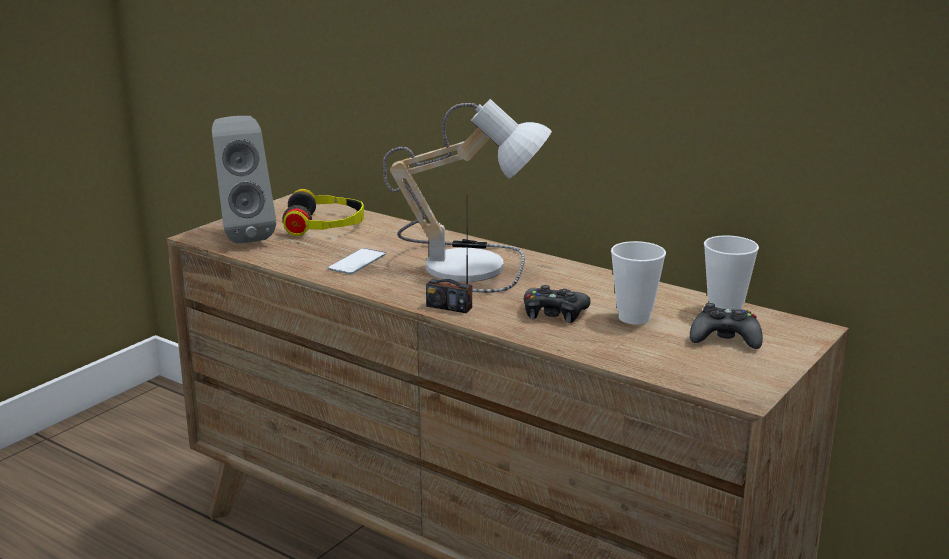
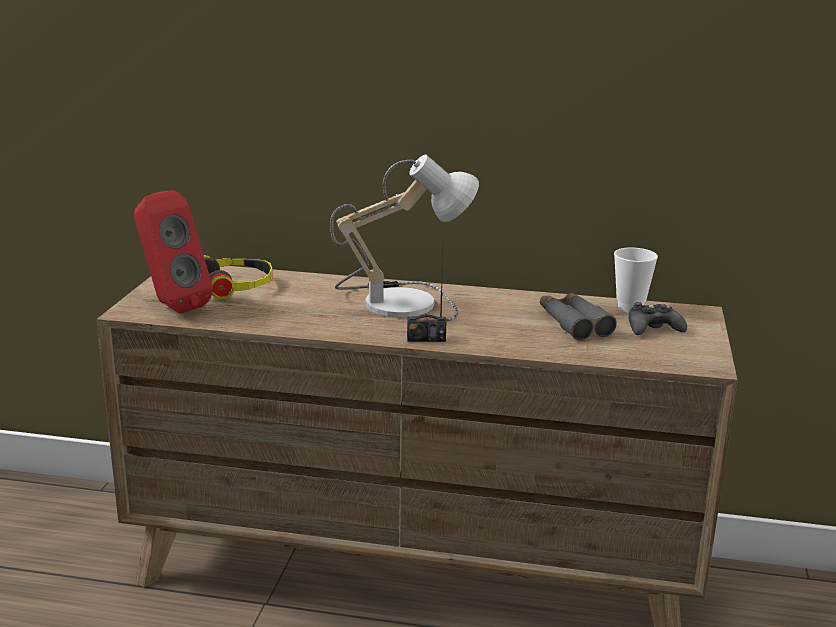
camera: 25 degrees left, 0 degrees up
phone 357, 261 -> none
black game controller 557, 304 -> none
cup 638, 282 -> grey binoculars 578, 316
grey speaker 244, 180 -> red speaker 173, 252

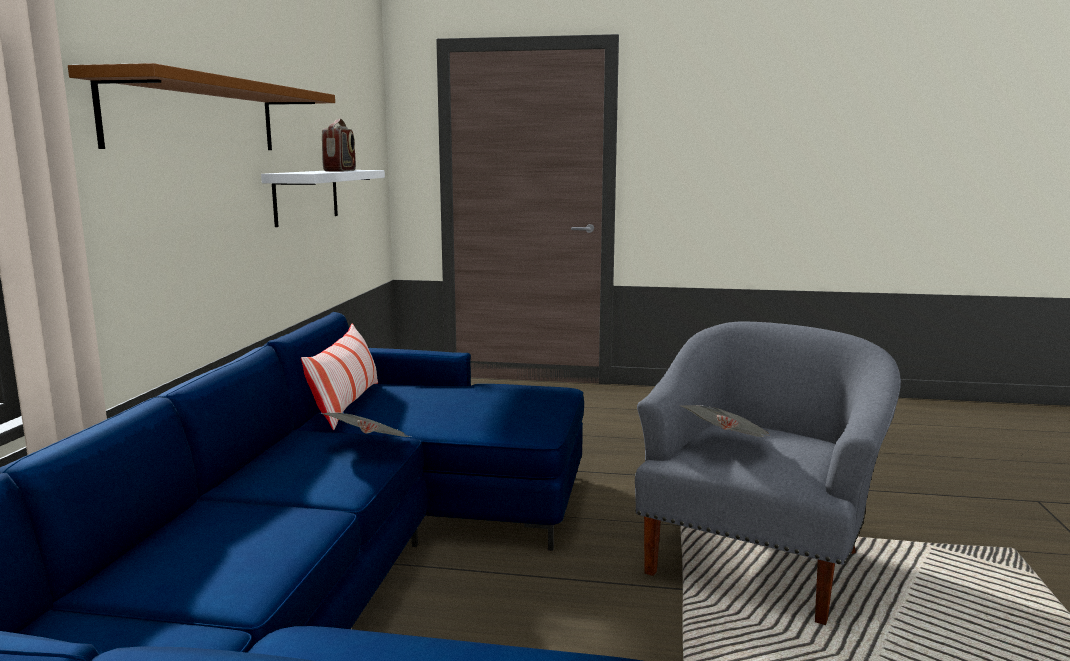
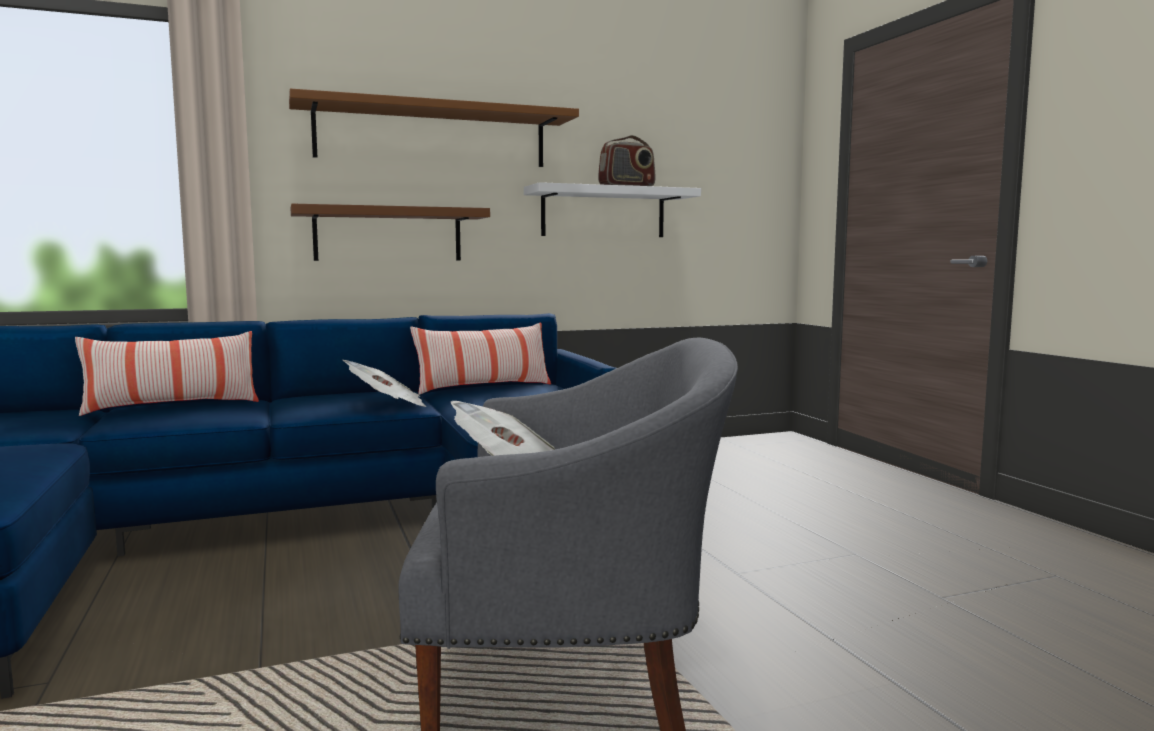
camera: 60 degrees right, 5 degrees down
none -> pillow 167, 373
none -> brown shelf 390, 232

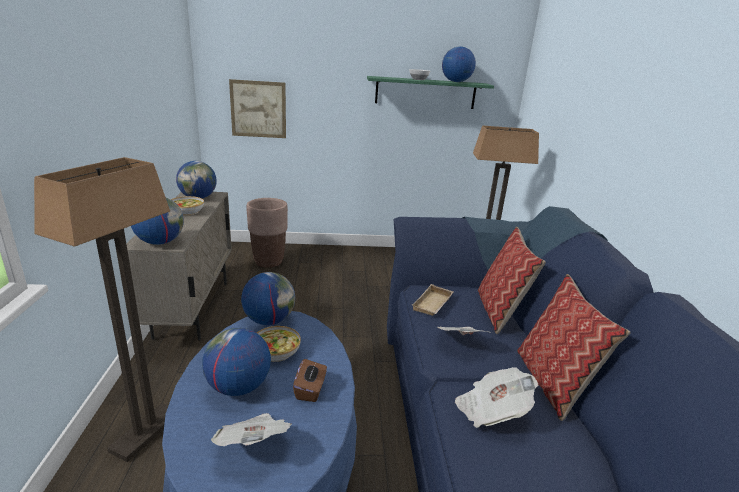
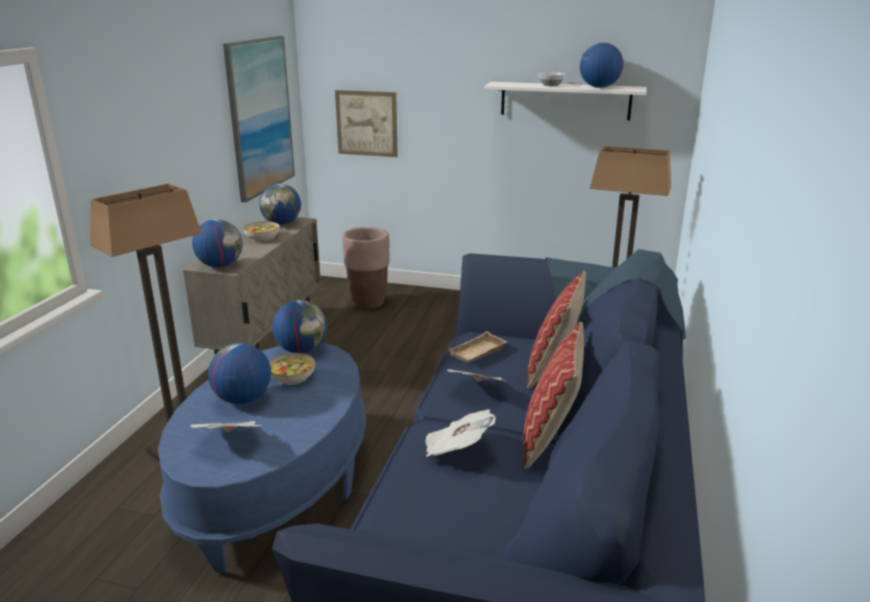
camera: 20 degrees right, 0 degrees up
brown tissue box 310, 380 -> none
none -> picture 259, 119
green shelf 430, 92 -> white shelf 565, 101

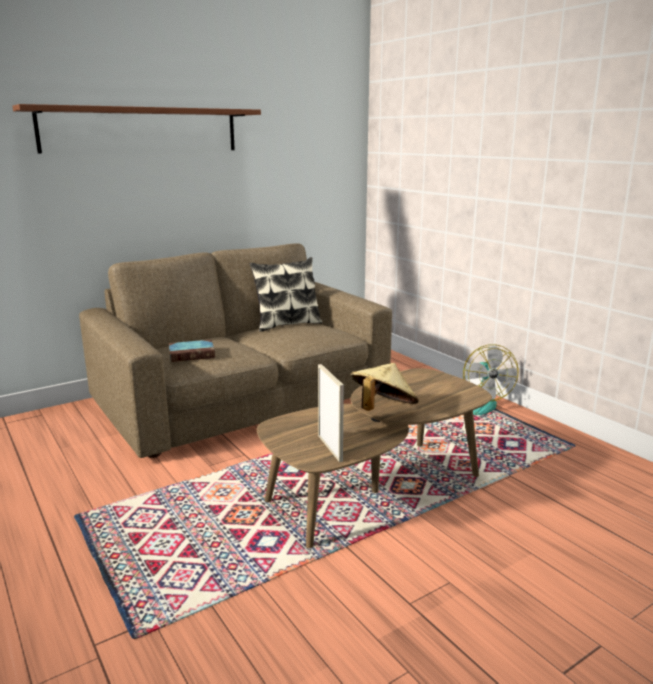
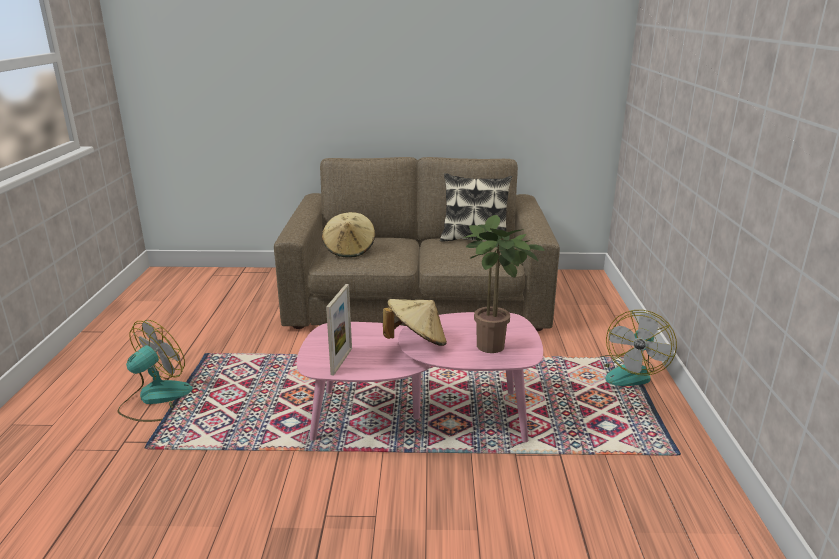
camera: 35 degrees right, 5 degrees up
brown shelf 136, 128 -> none
none -> fan 155, 371
none -> potted plant 504, 284
book 192, 351 -> beige hat 348, 235
brown coffee table 374, 458 -> pink coffee table 420, 377

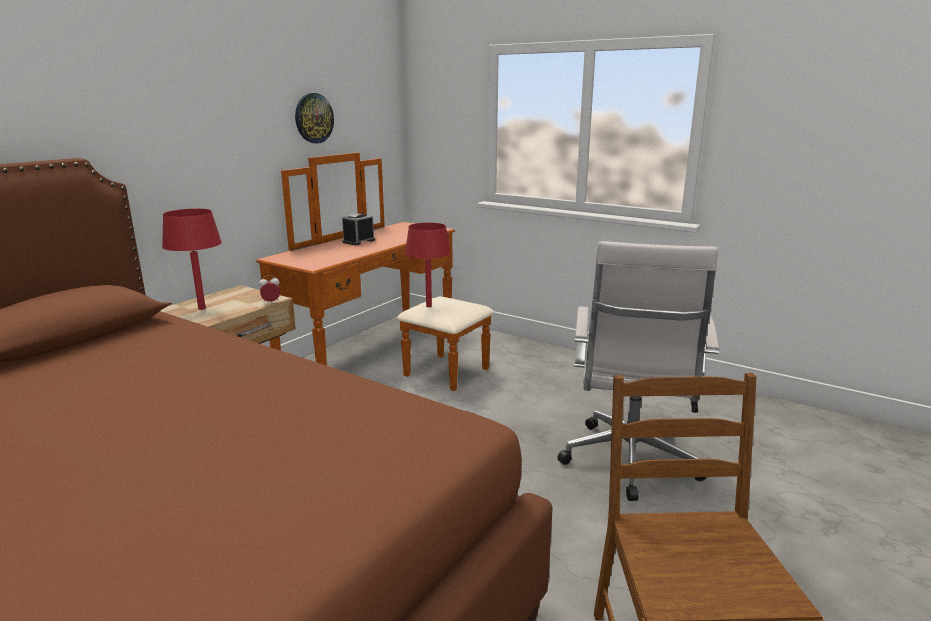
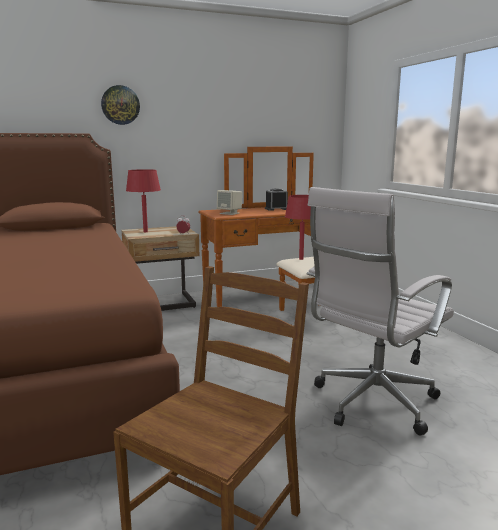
camera: 35 degrees right, 5 degrees down
none -> beige speaker 229, 202
wall clock 314, 118 -> wall clock 120, 105, move

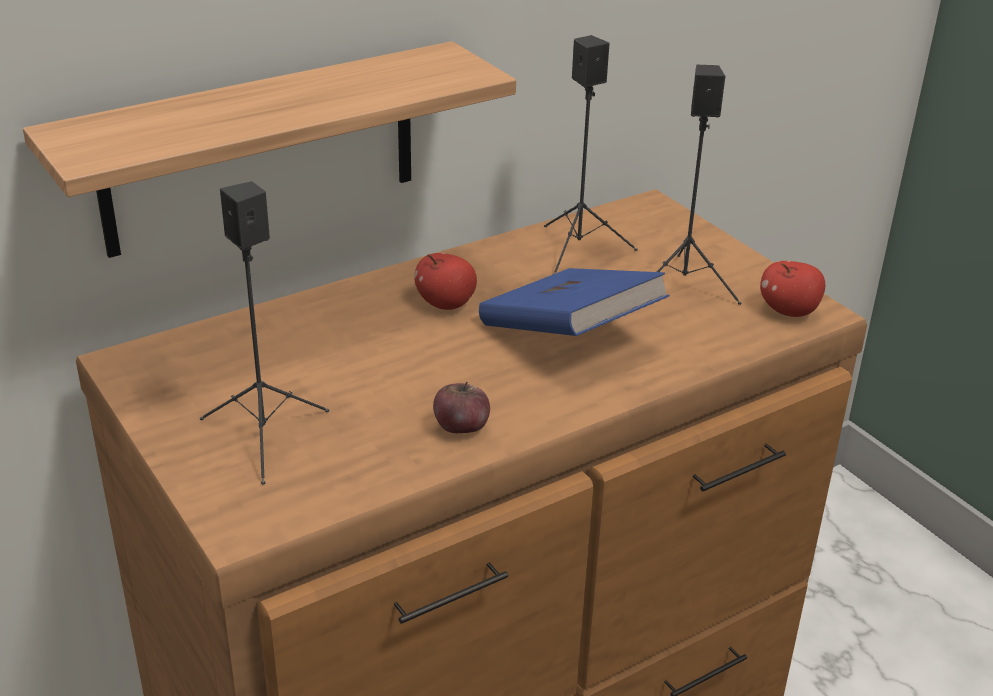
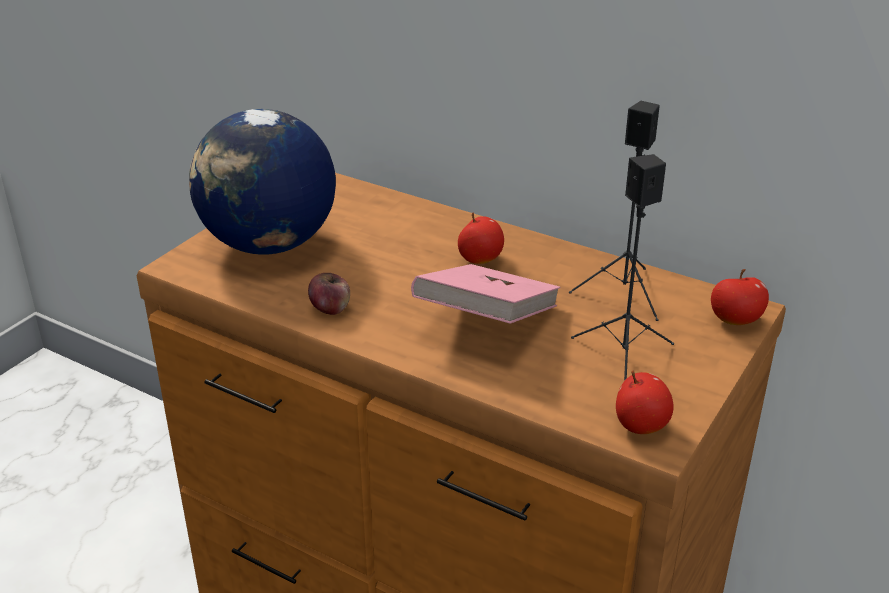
camera: 65 degrees right, 0 degrees up
shelf 269, 149 -> none
none -> apple 740, 297
black speaker 264, 333 -> globe 262, 182
blue book 574, 302 -> pink book 486, 294

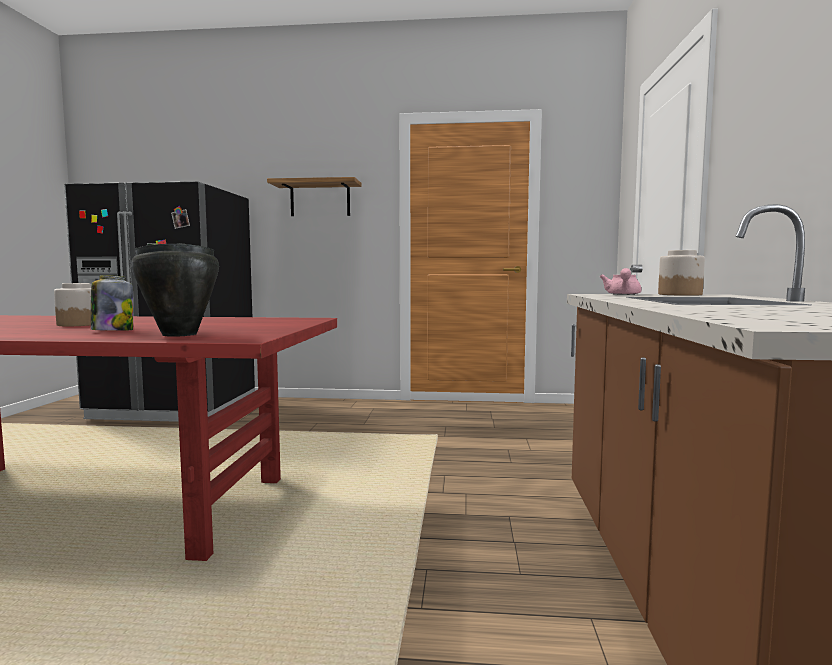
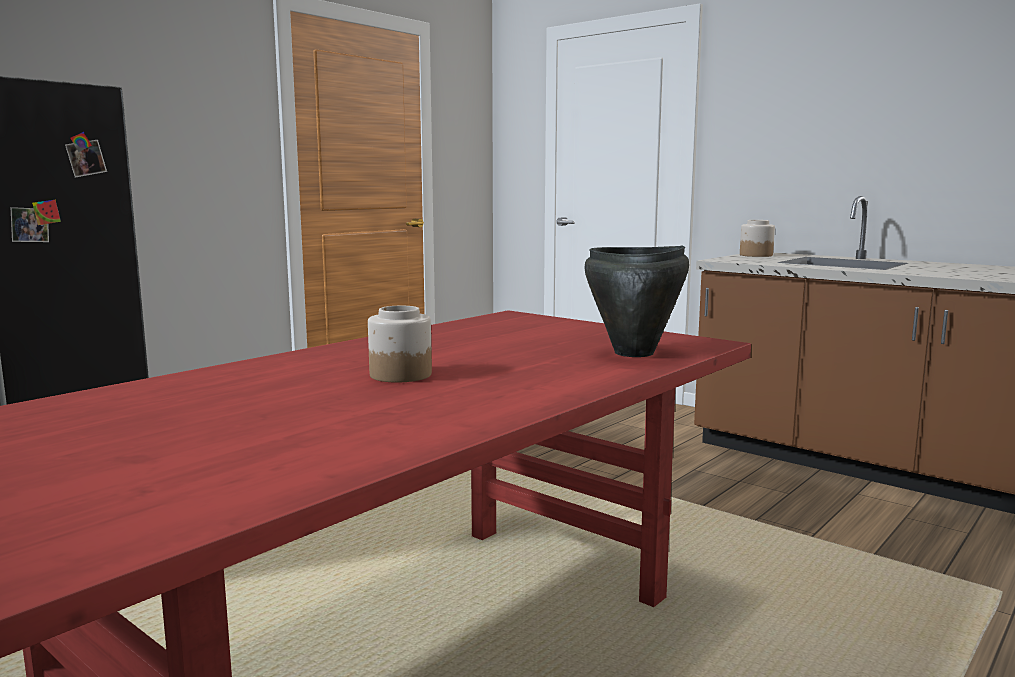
camera: 55 degrees left, 5 degrees up
jar 112, 303 -> none
shelf 314, 196 -> none
pink teapot 621, 281 -> none

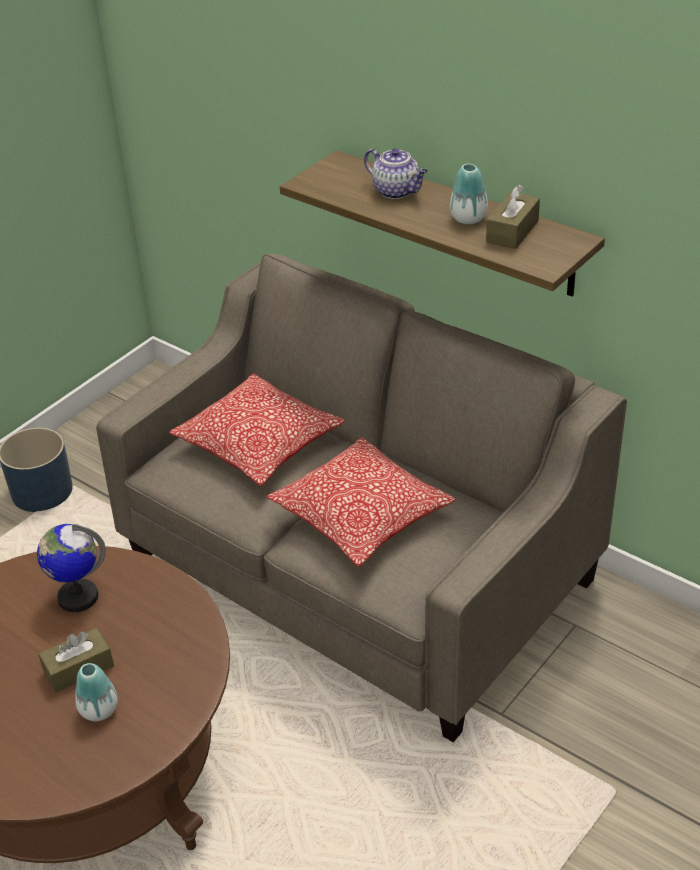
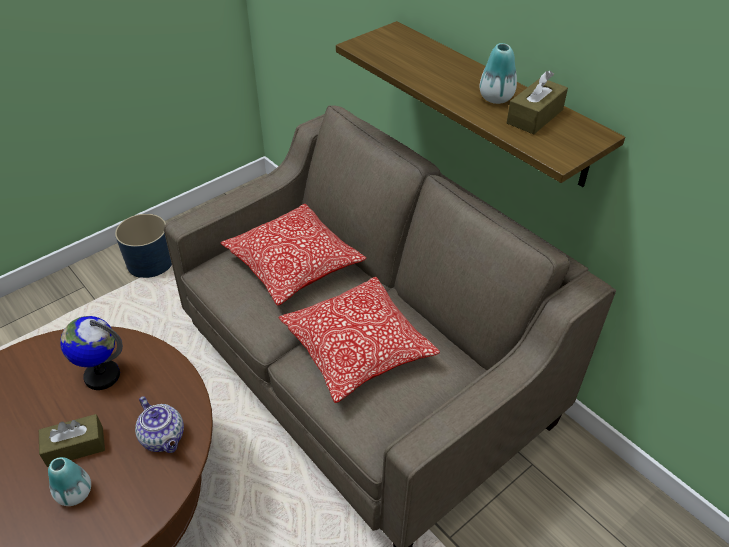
camera: 10 degrees right, 5 degrees up
teapot 396, 173 -> teapot 159, 424, move

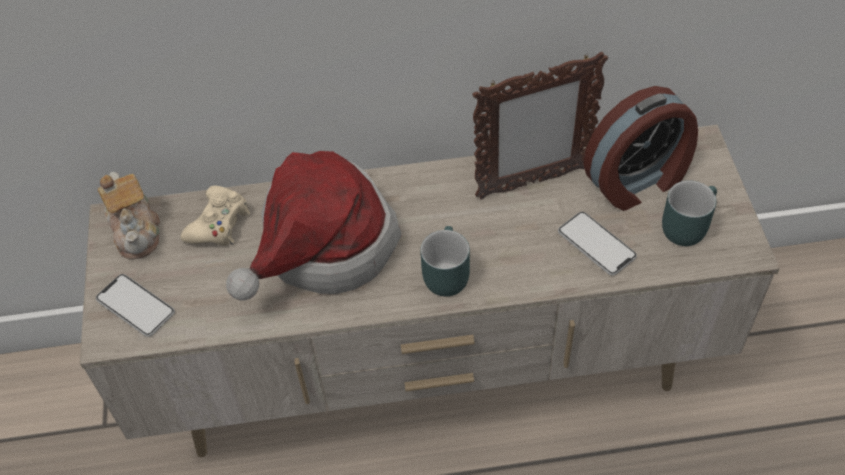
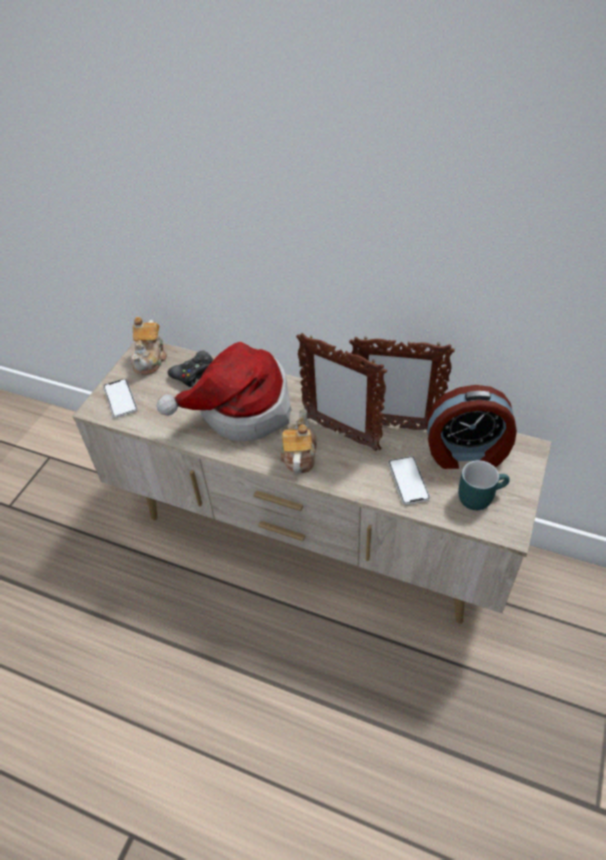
camera: 30 degrees right, 5 degrees down
none -> picture frame 341, 392
turquoise mug 445, 261 -> teapot 299, 441
beige game controller 215, 216 -> black game controller 190, 368

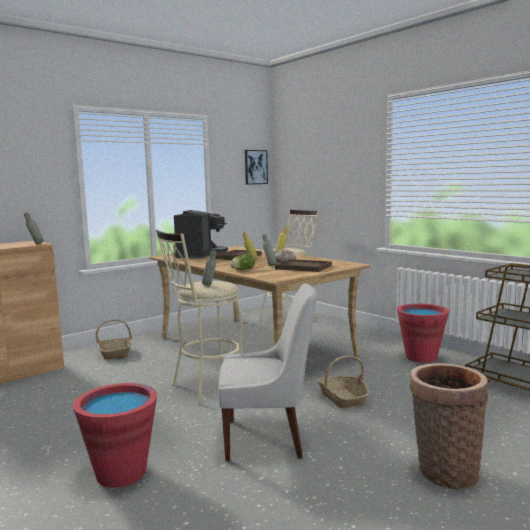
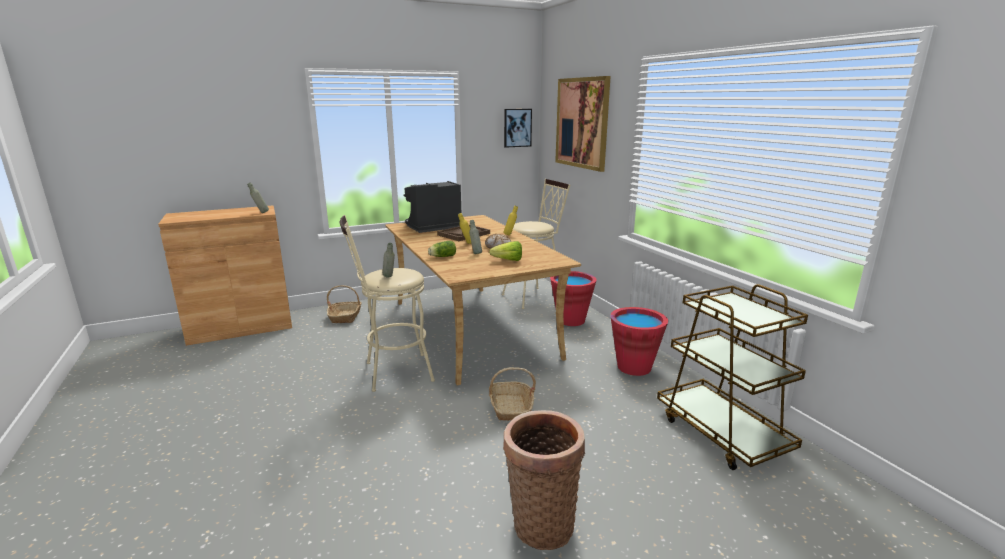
camera: 15 degrees right, 10 degrees up
white chair 267, 372 -> none
none -> picture 583, 124
red bucket 115, 435 -> red bucket 573, 298, move
brown tray 303, 265 -> lettuce 505, 251
coffee machine 200, 234 -> coffee machine 432, 207, 150 degrees counterclockwise

